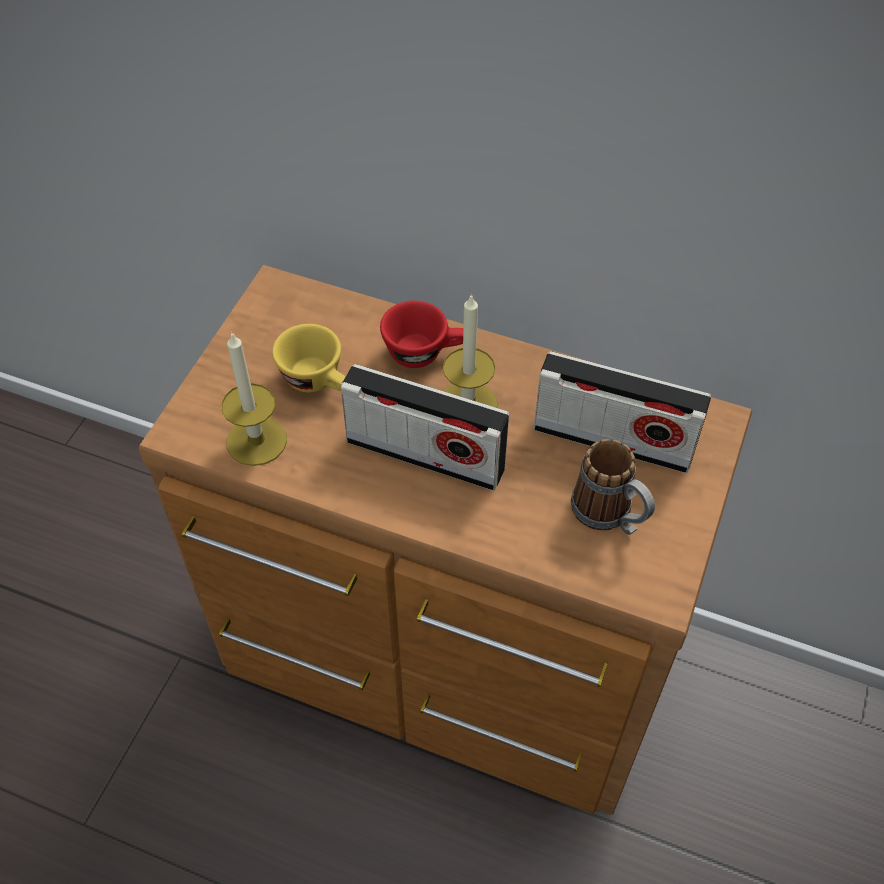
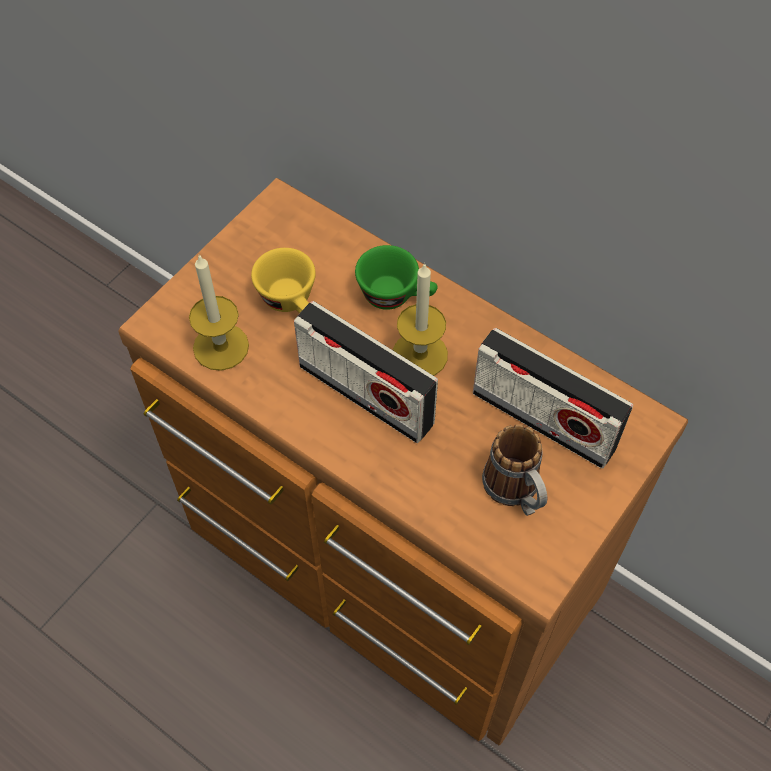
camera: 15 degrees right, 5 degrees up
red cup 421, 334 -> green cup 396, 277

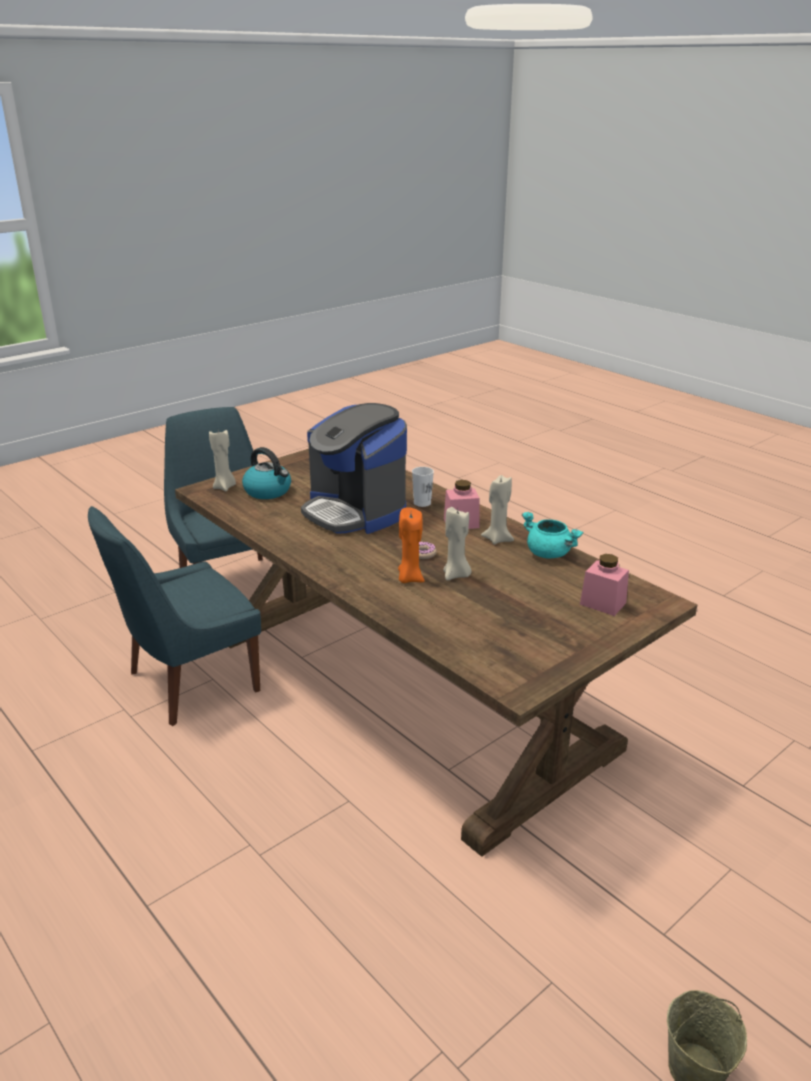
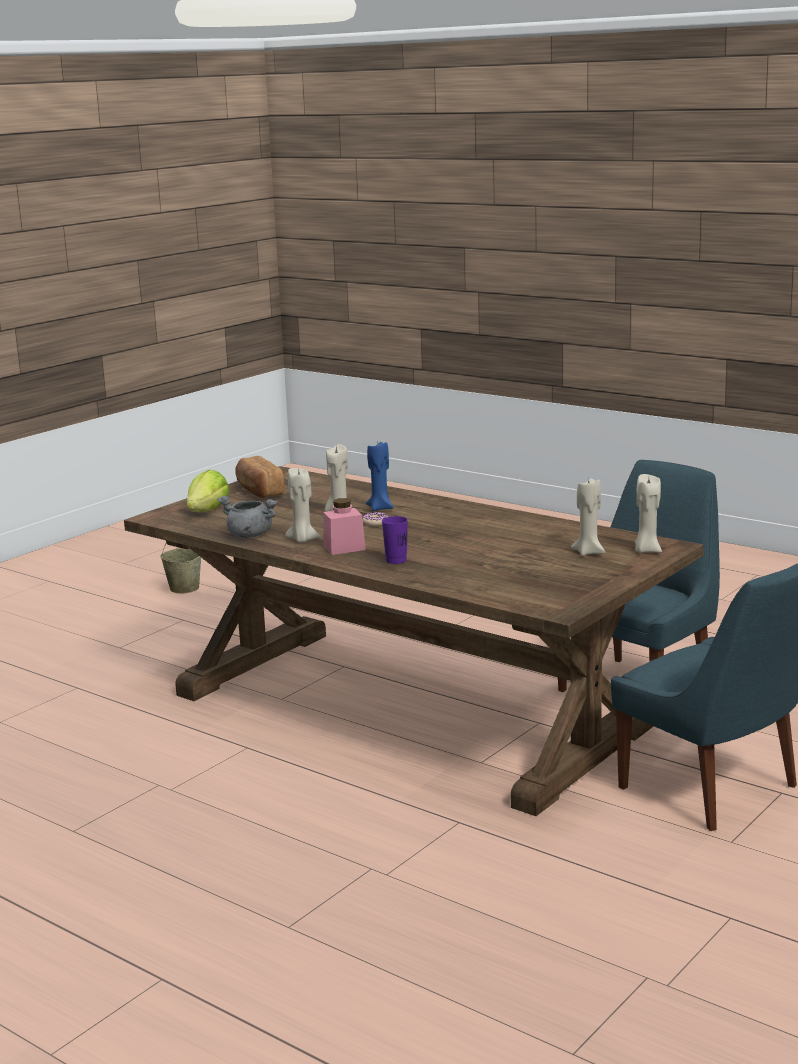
camera: 170 degrees right, 10 degrees down
coffee machine 354, 468 -> none
none -> bread 259, 477
kettle 266, 473 -> beige candle 588, 517
pink jar 604, 585 -> lettuce 208, 491
orange candle 411, 545 -> blue candle 380, 476
white cup 423, 487 -> purple cup 395, 540
turquoise cooking pot 553, 535 -> grey cooking pot 248, 517

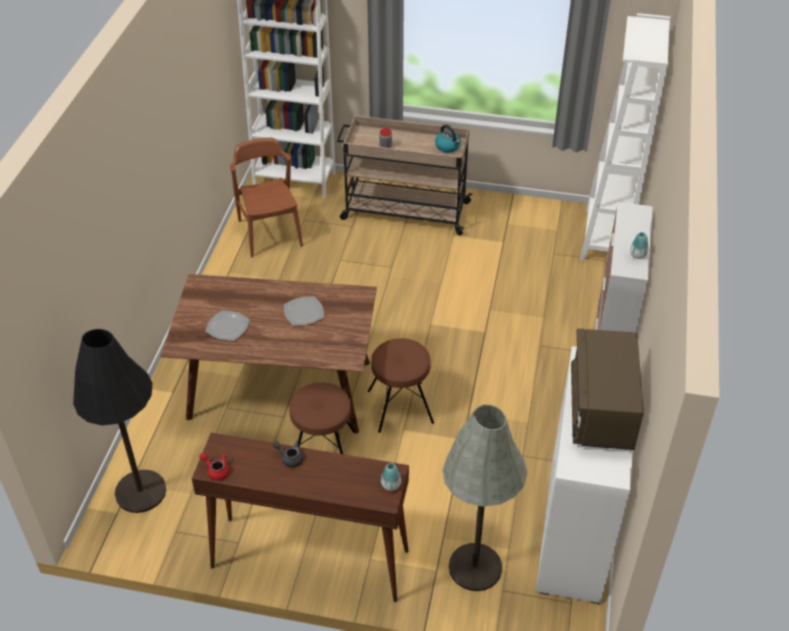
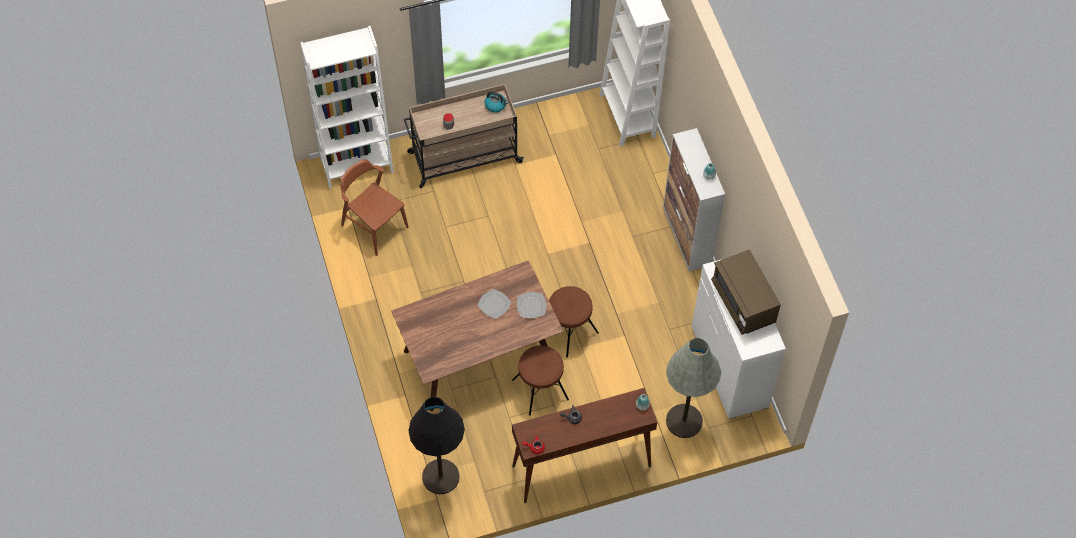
camera: 30 degrees left, 15 degrees up
plate 227, 325 -> plate 531, 305, move

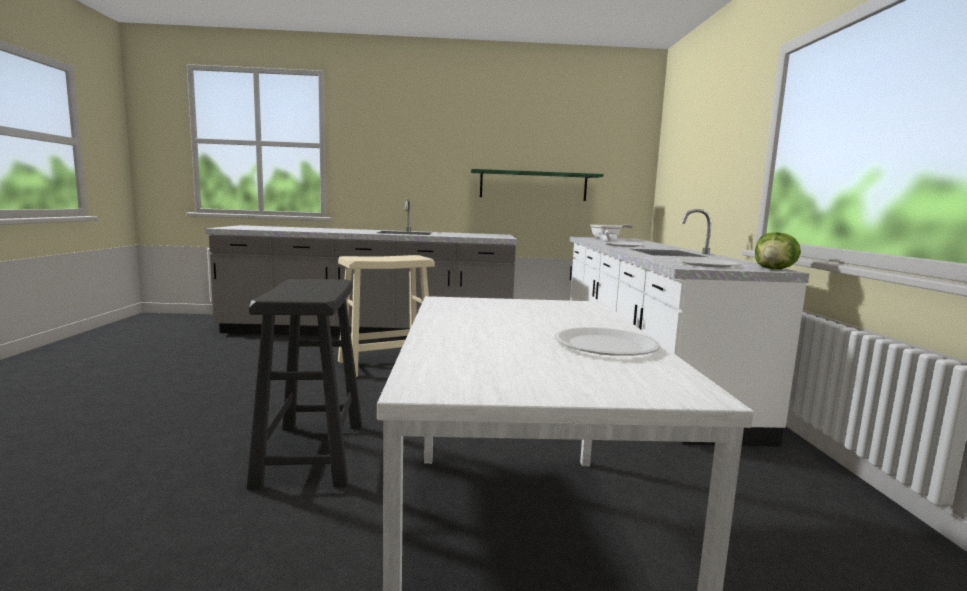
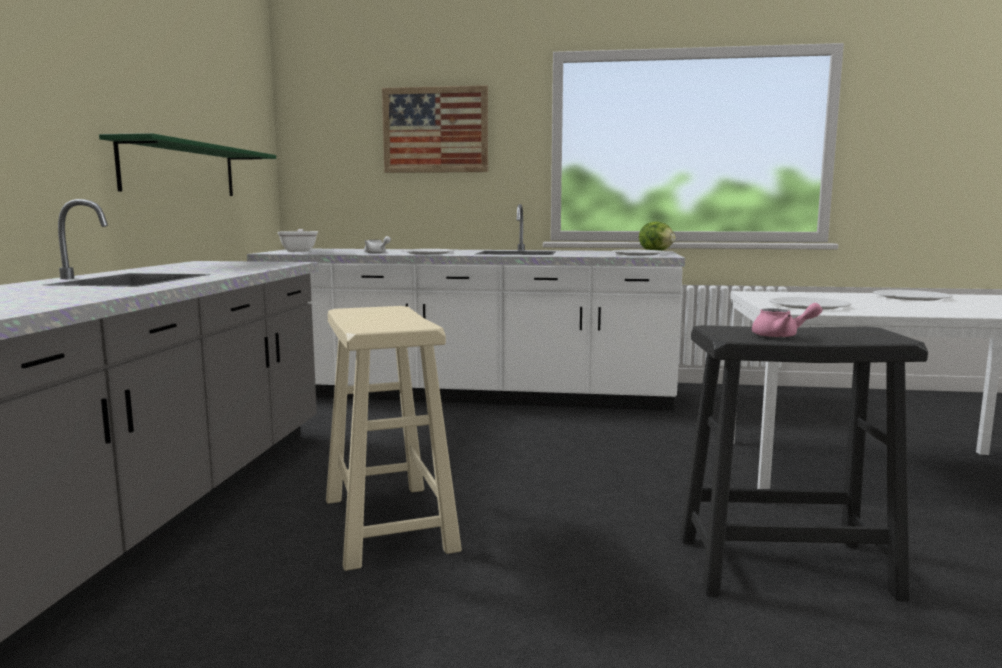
camera: 80 degrees left, 0 degrees up
none -> picture 435, 129
none -> pink teapot 787, 320
none -> white plate 810, 303

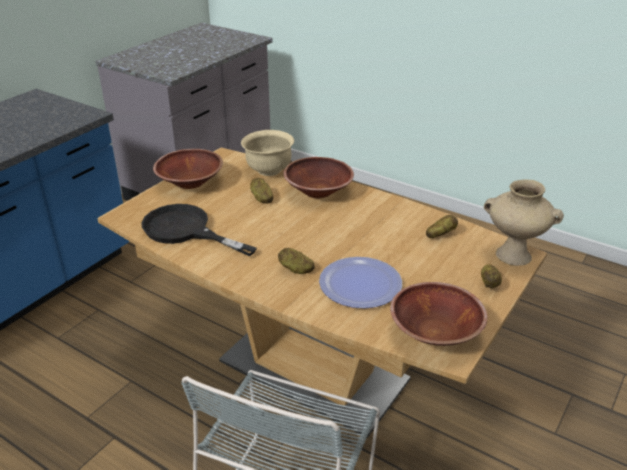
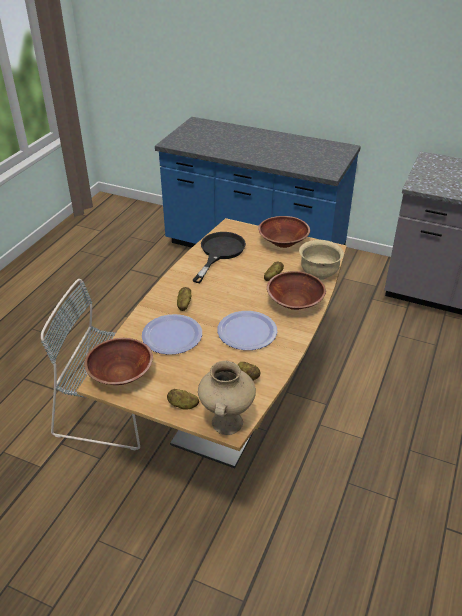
camera: 80 degrees right, 5 degrees up
none -> plate 247, 330

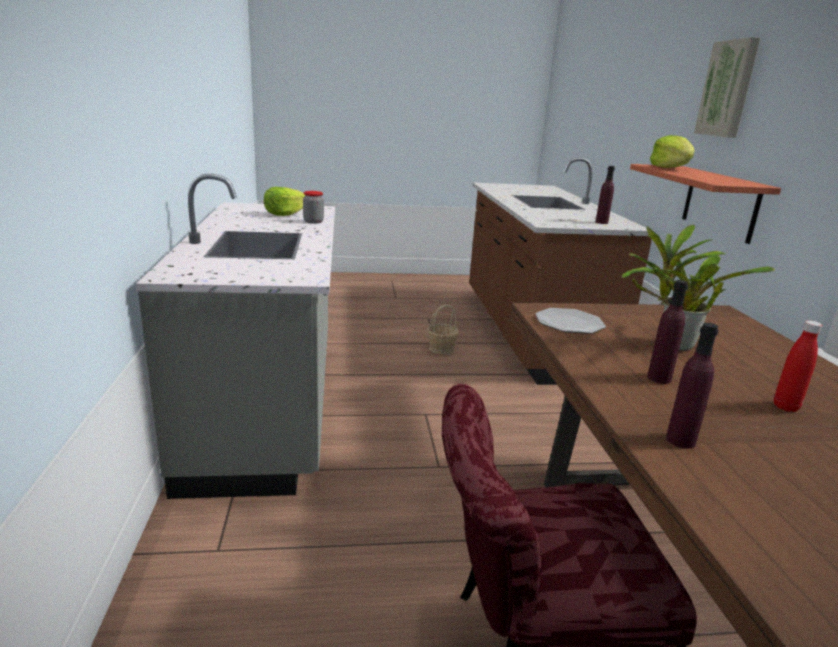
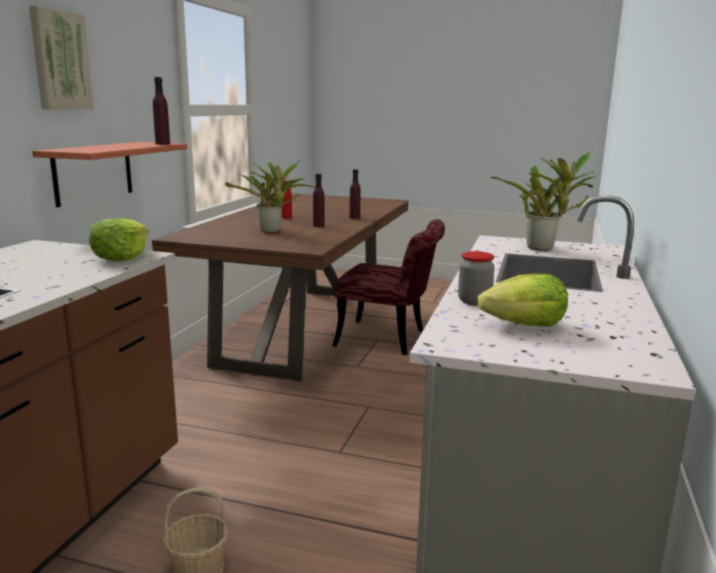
camera: 155 degrees left, 5 degrees down
plate 571, 321 -> none
none -> potted plant 543, 201
purple bottle 605, 195 -> purple bottle 161, 111, move
lettuce 672, 151 -> lettuce 119, 239, move

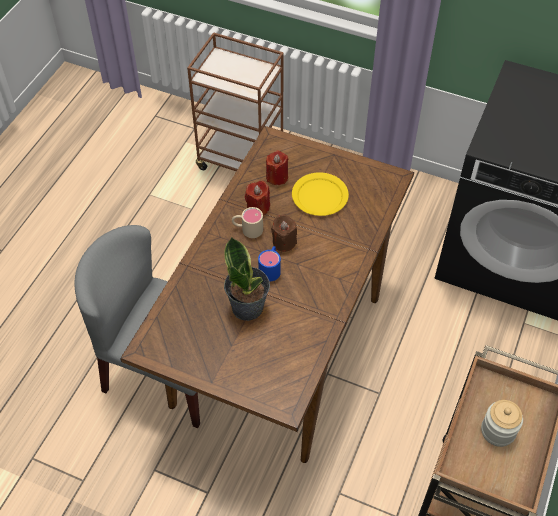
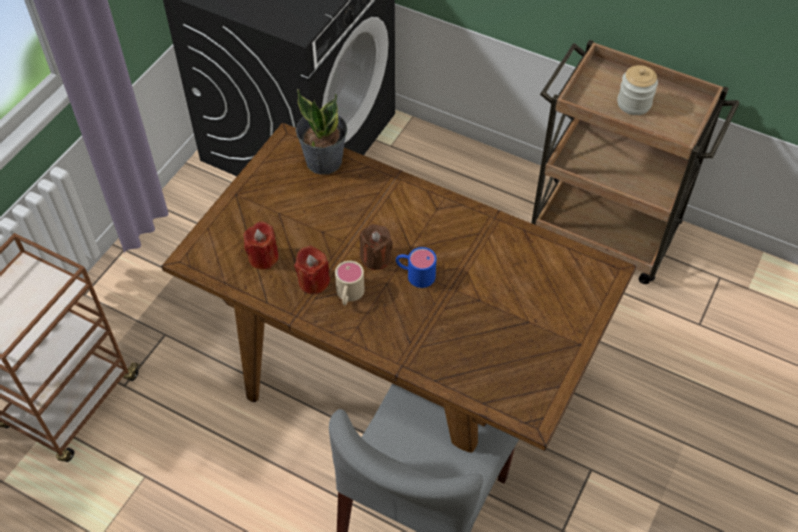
camera: 85 degrees left, 0 degrees up
yellow plate 320, 194 -> none
potted plant 247, 279 -> potted plant 321, 132, move

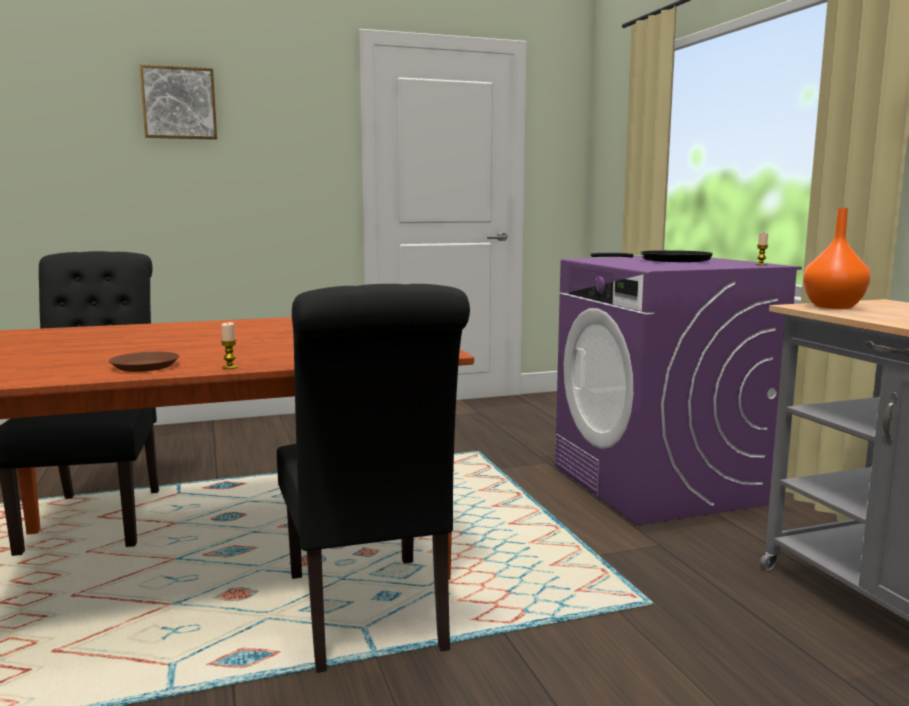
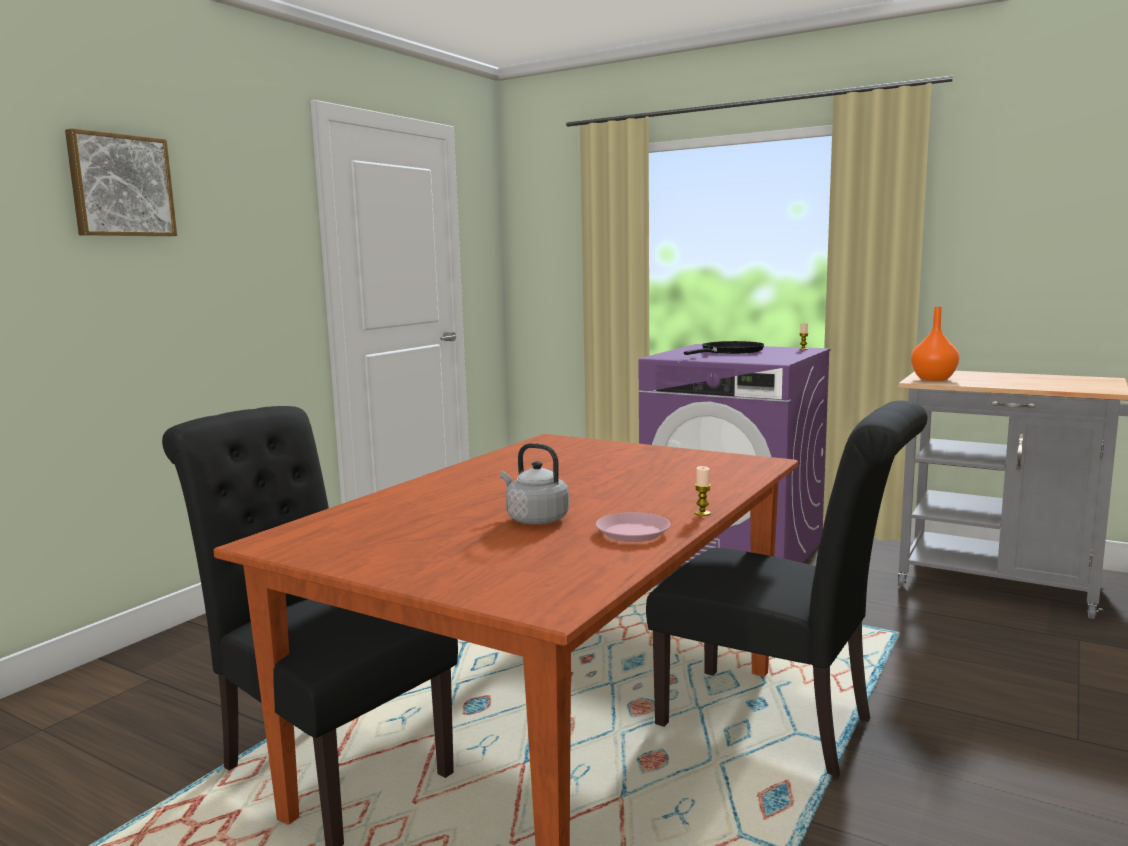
camera: 40 degrees left, 0 degrees up
none -> grey kettle 534, 484
brown plate 144, 362 -> pink plate 633, 527

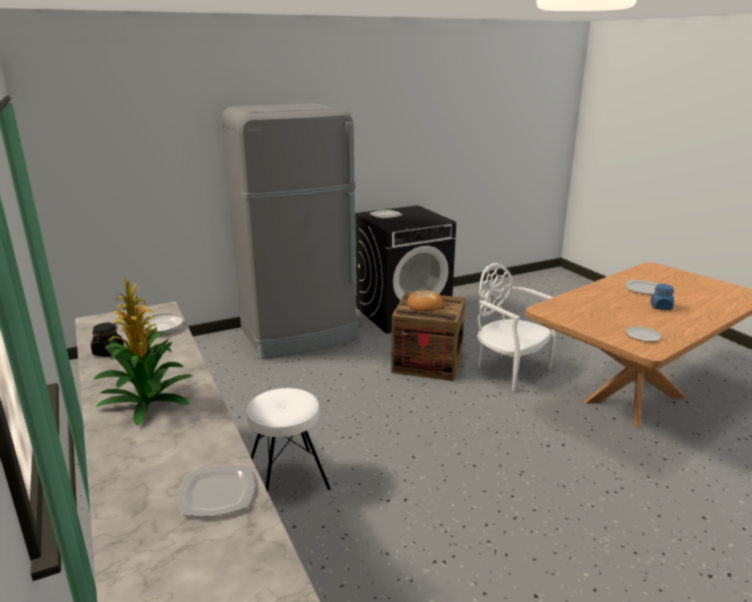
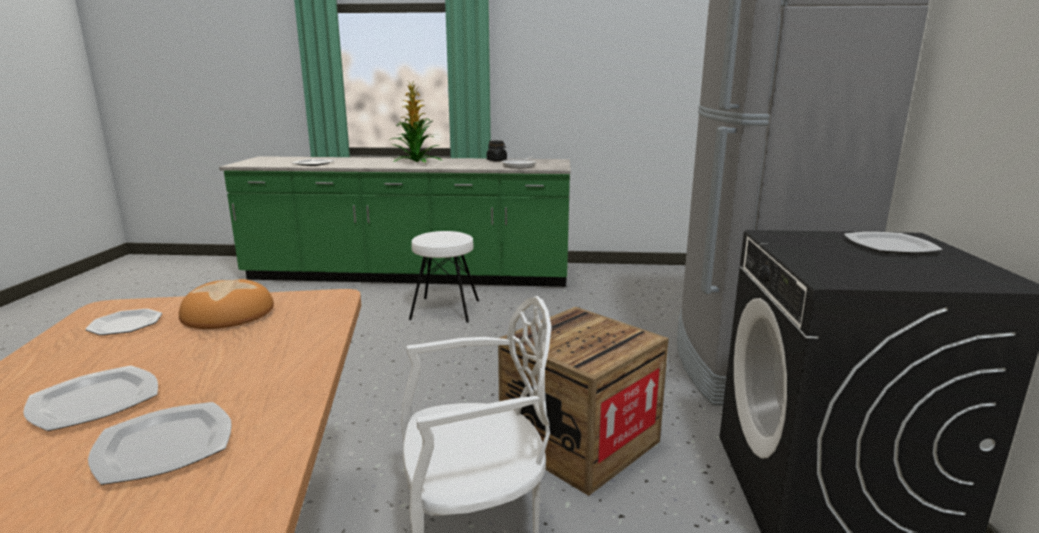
camera: 120 degrees right, 5 degrees down
bread 425, 301 -> bread 226, 304, move
blue jar 662, 297 -> plate 90, 398

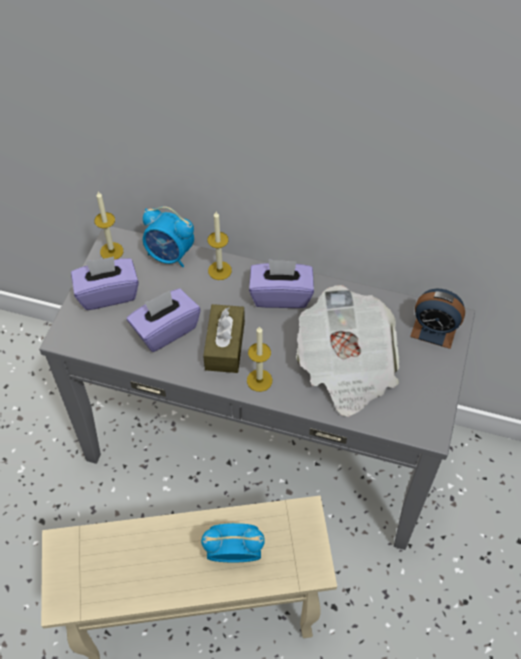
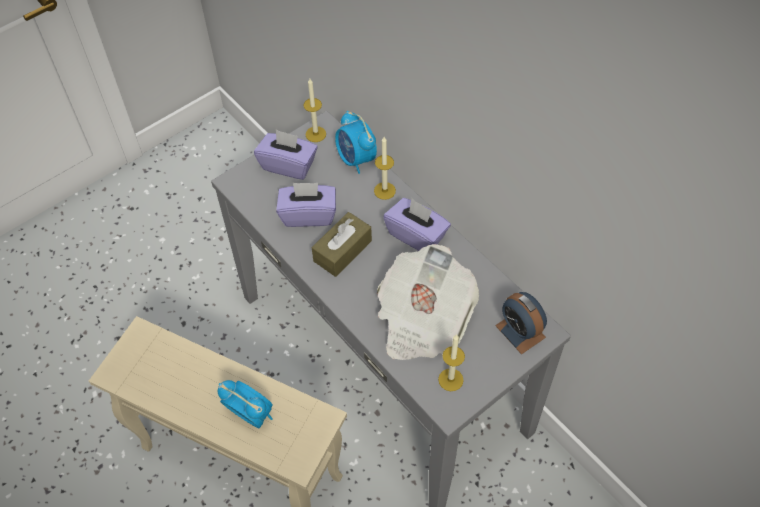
camera: 35 degrees right, 0 degrees up
candle 259, 359 -> candle 451, 362, move

